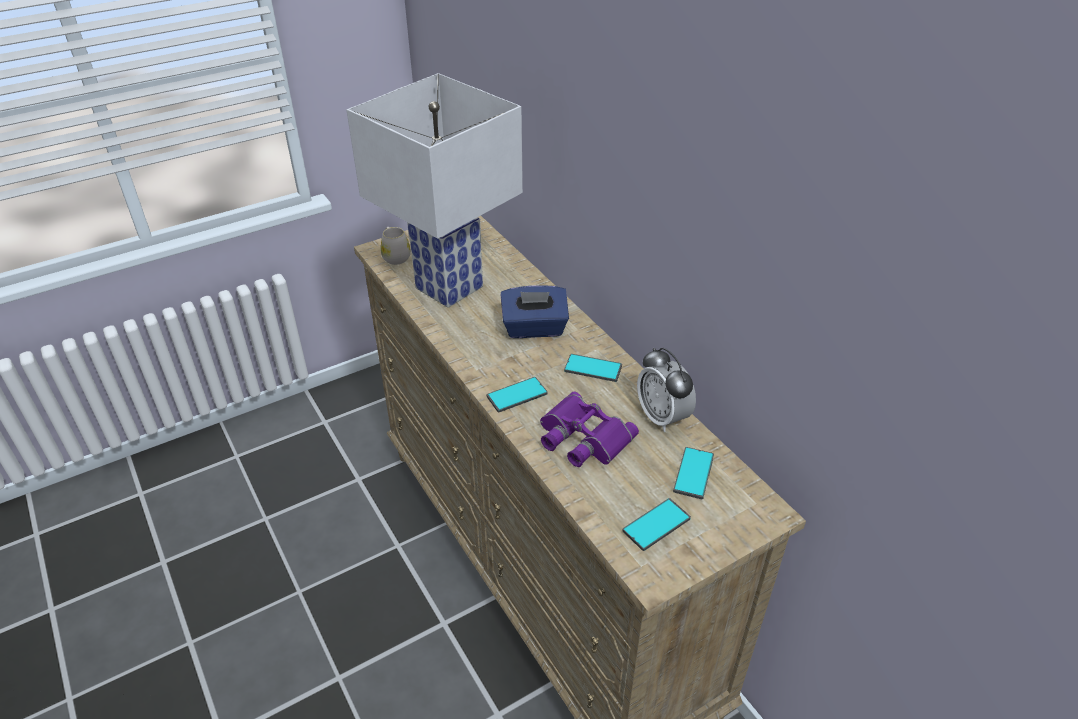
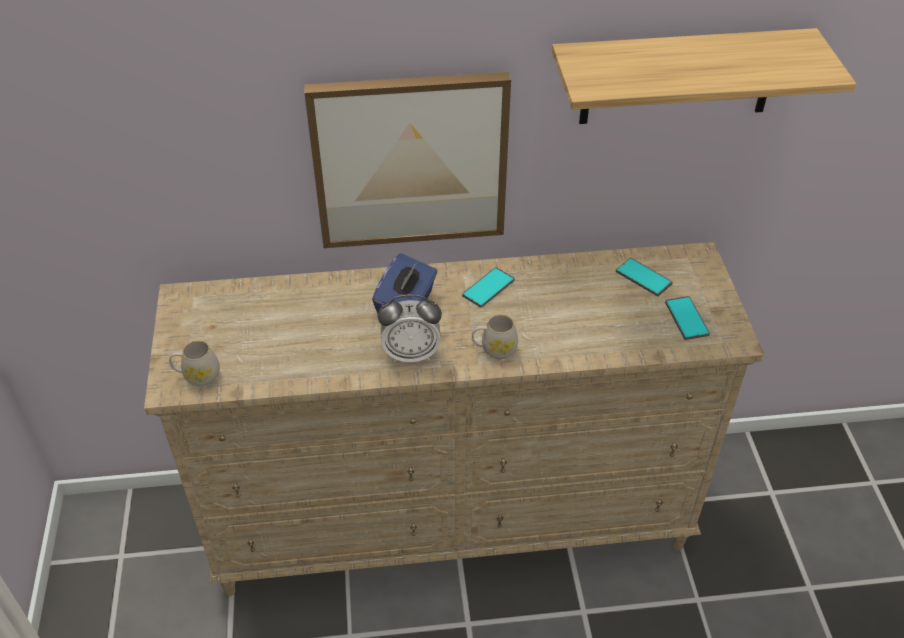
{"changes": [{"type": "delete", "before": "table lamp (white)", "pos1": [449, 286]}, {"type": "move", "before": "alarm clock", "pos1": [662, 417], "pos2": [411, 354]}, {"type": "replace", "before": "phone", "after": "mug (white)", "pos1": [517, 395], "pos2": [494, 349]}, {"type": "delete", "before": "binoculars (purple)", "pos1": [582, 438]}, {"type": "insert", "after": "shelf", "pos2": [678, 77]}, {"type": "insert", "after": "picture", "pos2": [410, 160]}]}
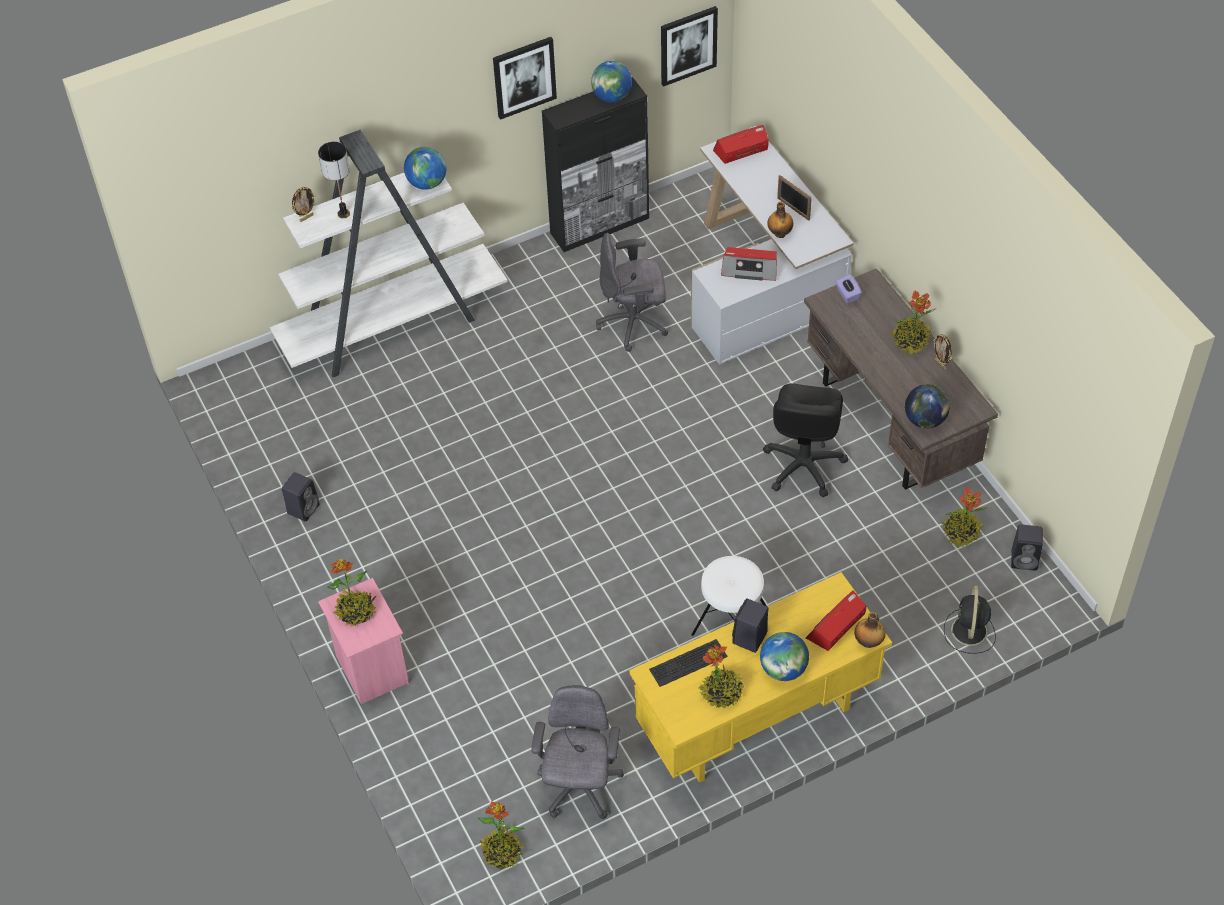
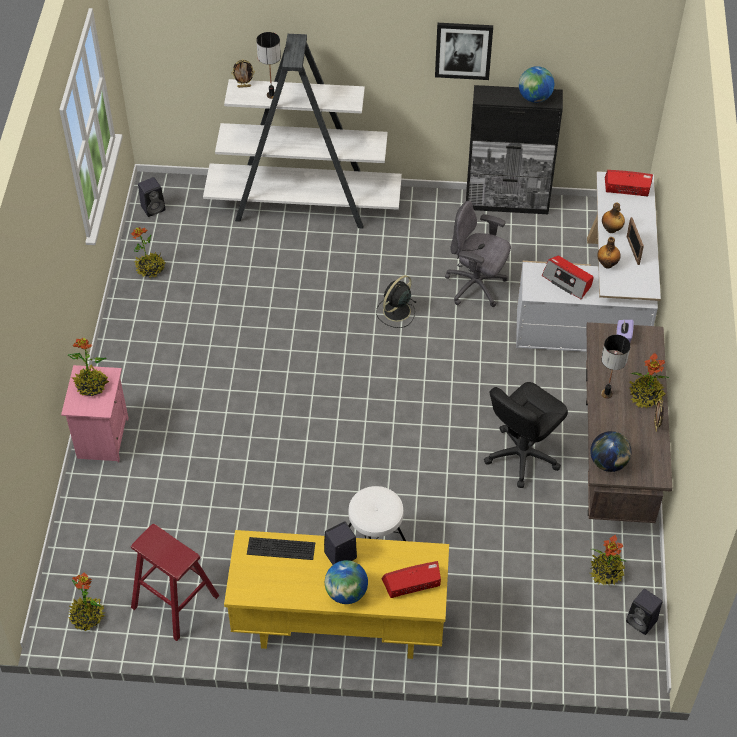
{"changes": [{"type": "delete", "before": "picture", "pos1": [688, 45]}, {"type": "delete", "before": "globe", "pos1": [427, 183]}, {"type": "move", "before": "speaker (black)", "pos1": [303, 508], "pos2": [154, 208]}, {"type": "move", "before": "fan (black)", "pos1": [969, 632], "pos2": [396, 311]}, {"type": "move", "before": "bottle", "pos1": [868, 642], "pos2": [611, 229]}, {"type": "move", "before": "potted plant", "pos1": [721, 692], "pos2": [150, 268]}, {"type": "replace", "before": "office chair (grey)", "after": "stool (red)", "pos1": [579, 787], "pos2": [175, 601]}, {"type": "insert", "after": "table lamp", "pos2": [607, 394]}]}
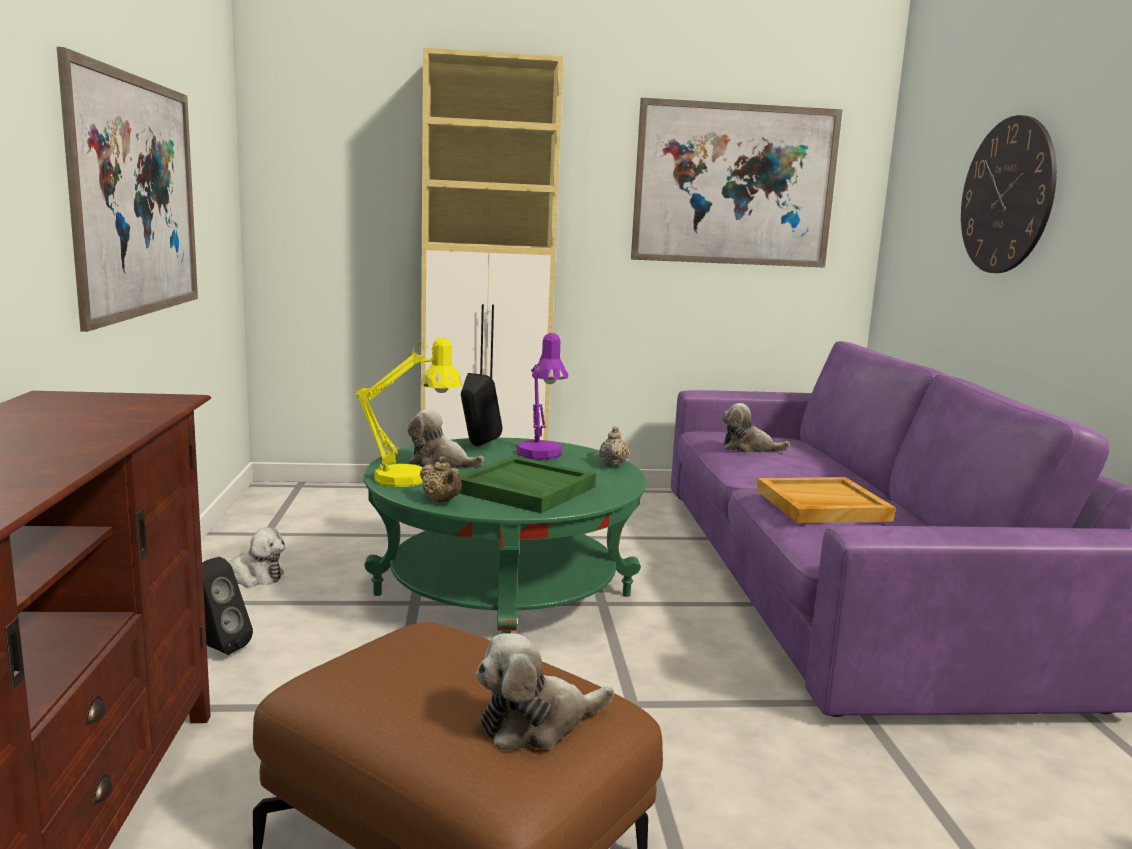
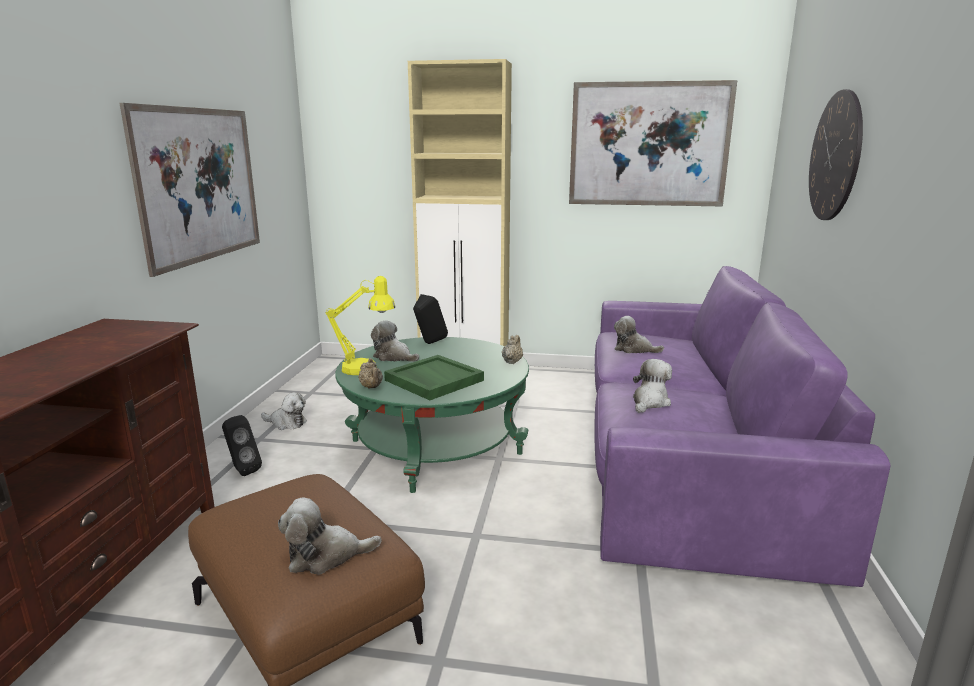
{"changes": [{"type": "delete", "before": "table lamp (purple)", "pos1": [541, 456]}, {"type": "replace", "before": "tray (beige)", "after": "plush toy", "pos1": [821, 505], "pos2": [649, 402]}]}
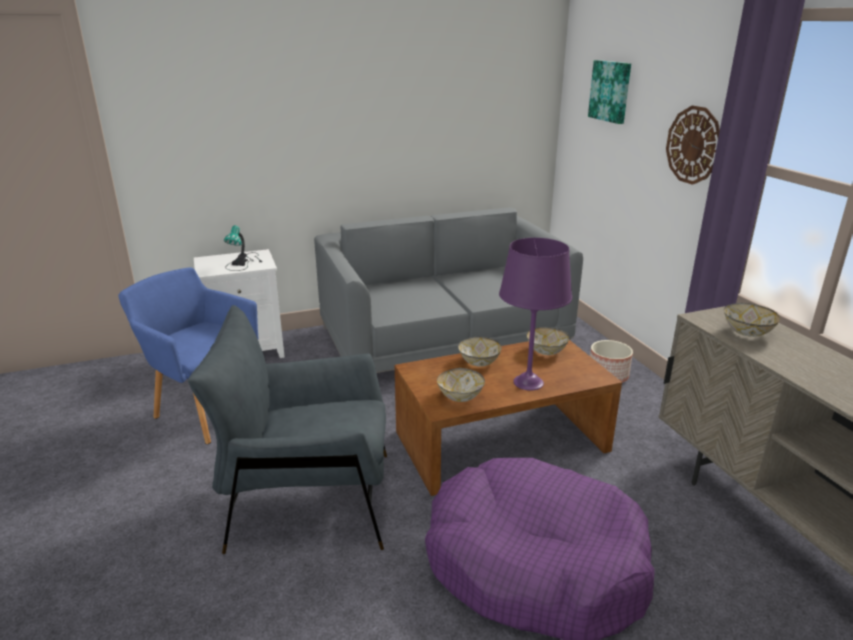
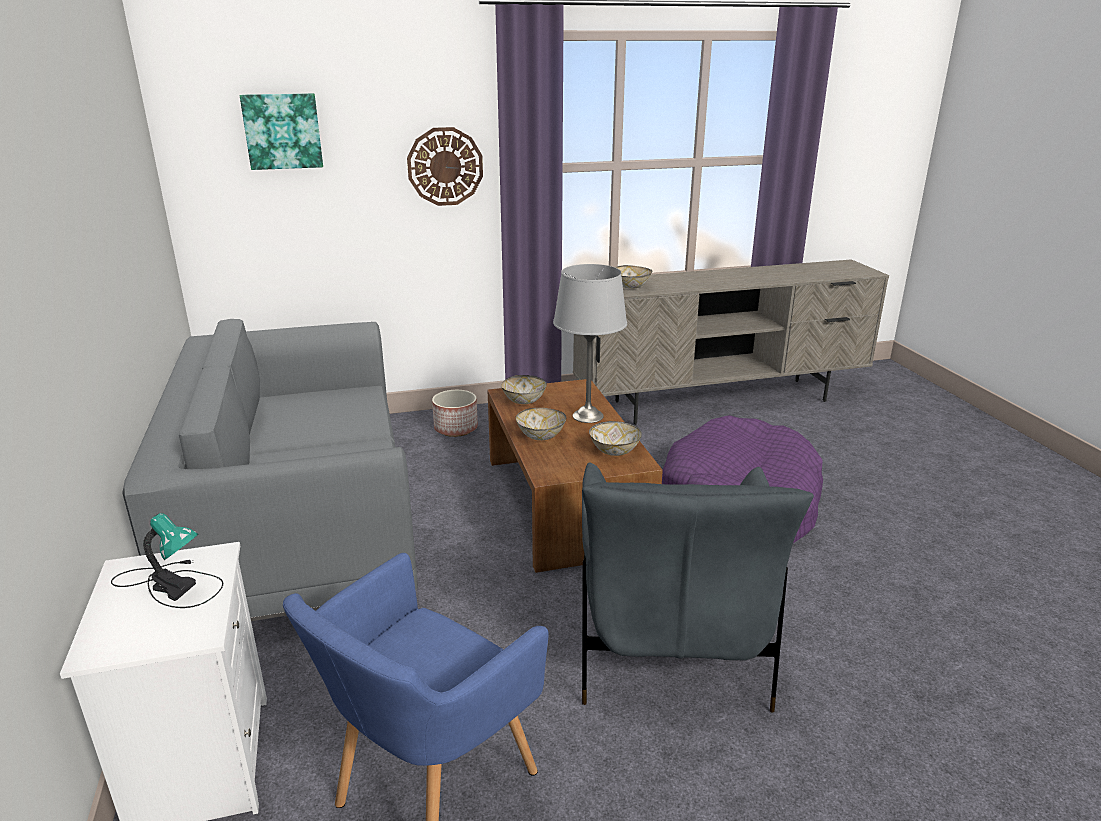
{"changes": [{"type": "recolor", "before": "table lamp (purple)", "after": "table lamp (grey)", "pos1": [528, 382], "pos2": [587, 416]}]}
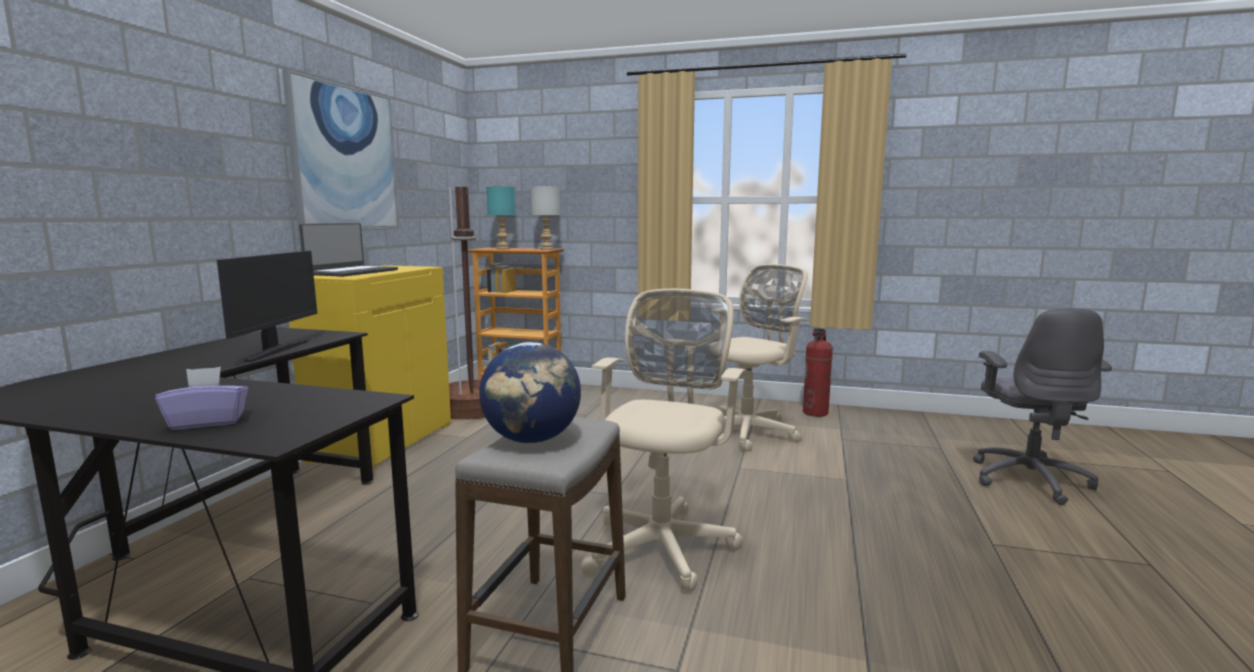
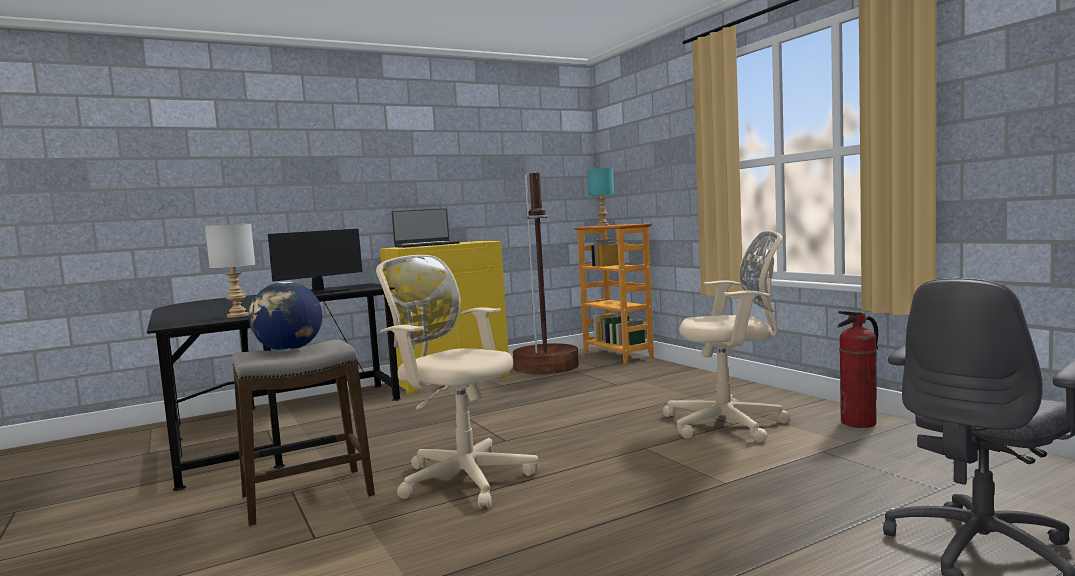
{"changes": [{"type": "delete", "before": "picture", "pos1": [345, 159]}, {"type": "move", "before": "table lamp (grey)", "pos1": [546, 249], "pos2": [237, 316]}, {"type": "rotate", "before": "office chair (beige)", "pos1": [663, 544], "pos2": [461, 478], "turn": -120}, {"type": "delete", "before": "tissue box (purple)", "pos1": [208, 422]}]}
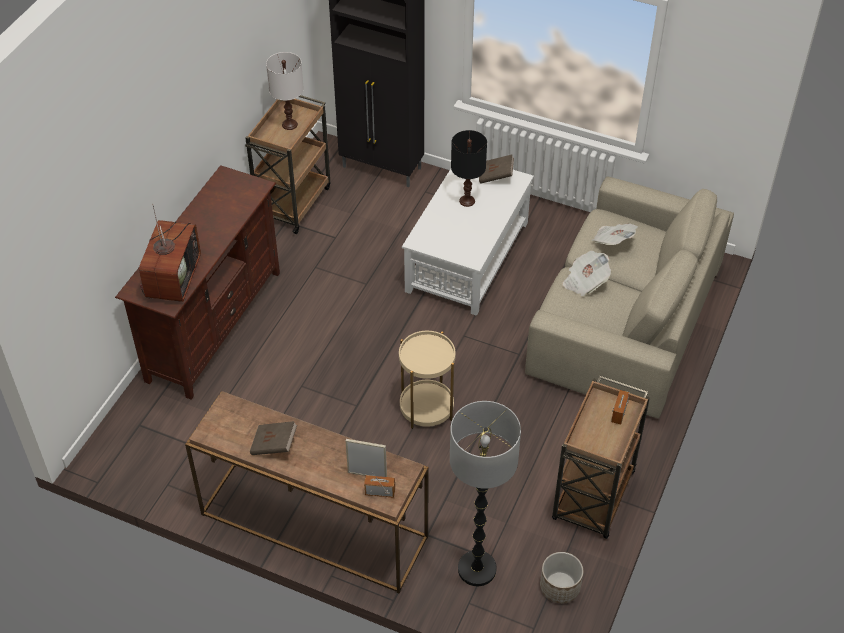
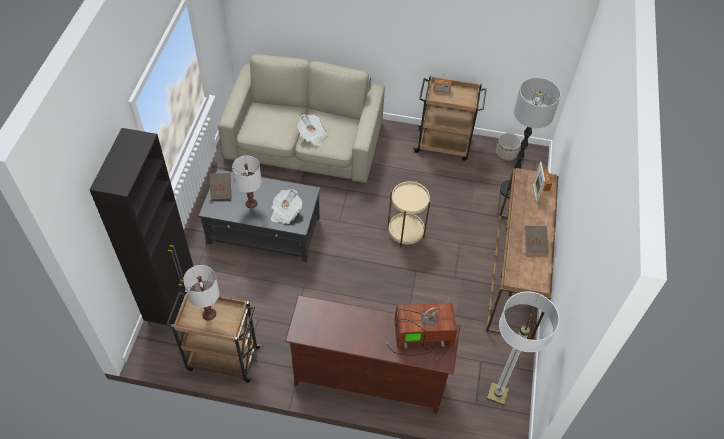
{"changes": [{"type": "recolor", "before": "table lamp (black)", "after": "table lamp (white)", "pos1": [467, 201], "pos2": [251, 203]}, {"type": "recolor", "before": "coffee table (white)", "after": "coffee table (black)", "pos1": [467, 257], "pos2": [264, 230]}, {"type": "move", "before": "newspaper", "pos1": [613, 241], "pos2": [285, 212]}, {"type": "insert", "after": "floor lamp", "pos2": [497, 394]}]}
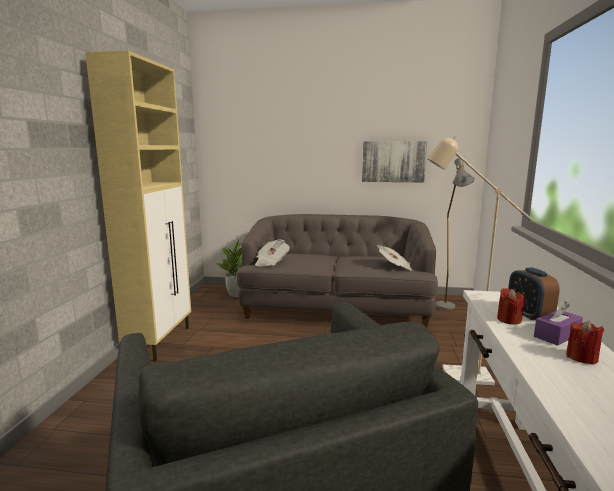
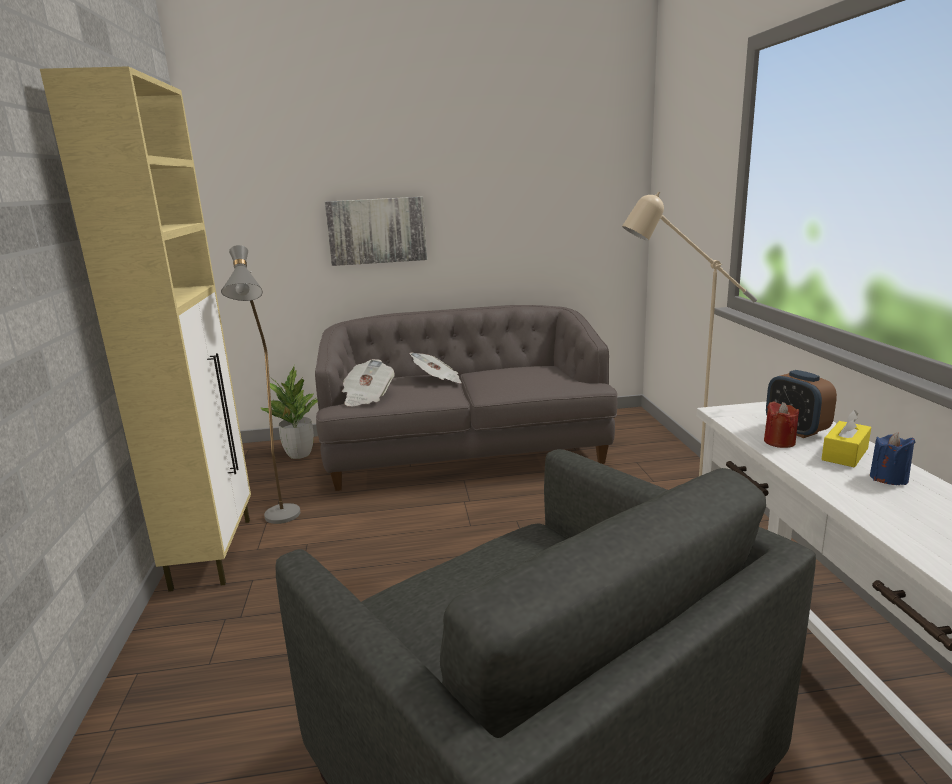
{"changes": [{"type": "move", "before": "picture", "pos1": [393, 161], "pos2": [377, 231]}, {"type": "move", "before": "floor lamp (grey)", "pos1": [447, 309], "pos2": [282, 521]}, {"type": "move", "before": "newspaper", "pos1": [394, 267], "pos2": [438, 381]}, {"type": "recolor", "before": "tissue box (purple)", "after": "tissue box (yellow)", "pos1": [556, 335], "pos2": [844, 454]}, {"type": "recolor", "before": "candle (red)", "after": "candle (blue)", "pos1": [581, 357], "pos2": [888, 478]}]}
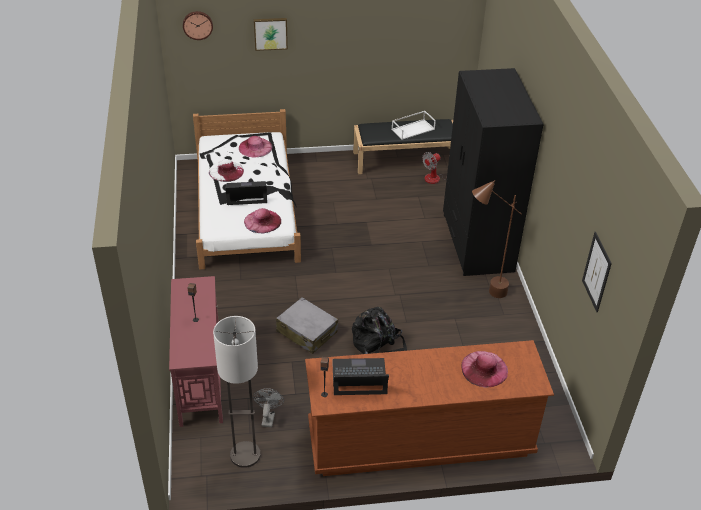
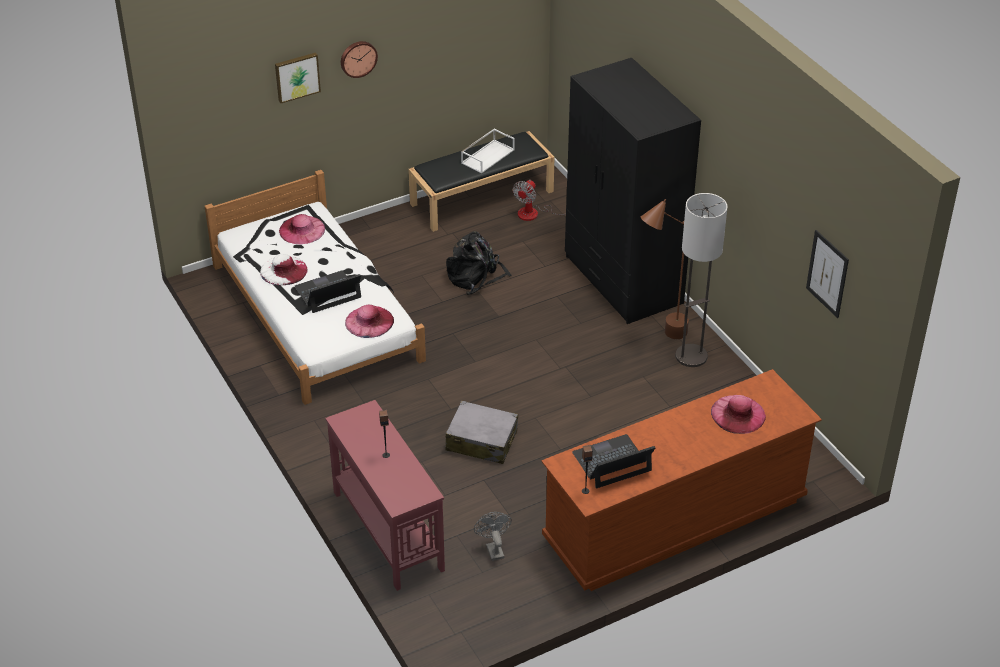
{"changes": [{"type": "move", "before": "wall clock", "pos1": [197, 25], "pos2": [358, 58]}, {"type": "move", "before": "backpack (black)", "pos1": [377, 344], "pos2": [476, 277]}, {"type": "move", "before": "floor lamp", "pos1": [245, 455], "pos2": [691, 356]}]}
